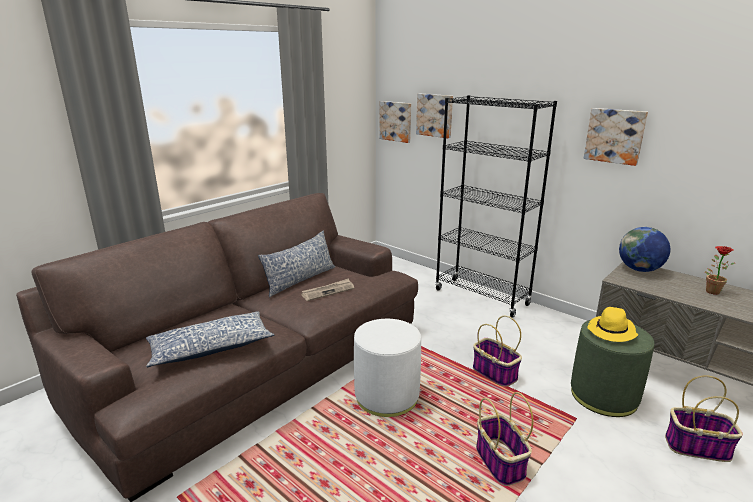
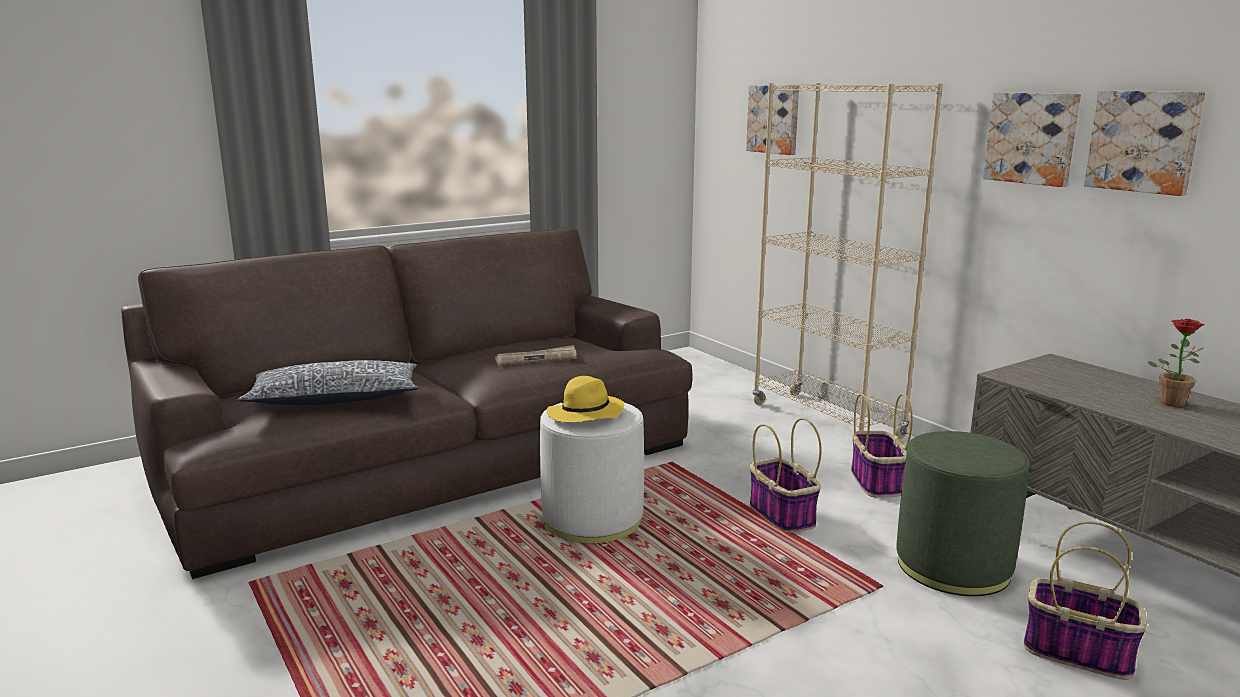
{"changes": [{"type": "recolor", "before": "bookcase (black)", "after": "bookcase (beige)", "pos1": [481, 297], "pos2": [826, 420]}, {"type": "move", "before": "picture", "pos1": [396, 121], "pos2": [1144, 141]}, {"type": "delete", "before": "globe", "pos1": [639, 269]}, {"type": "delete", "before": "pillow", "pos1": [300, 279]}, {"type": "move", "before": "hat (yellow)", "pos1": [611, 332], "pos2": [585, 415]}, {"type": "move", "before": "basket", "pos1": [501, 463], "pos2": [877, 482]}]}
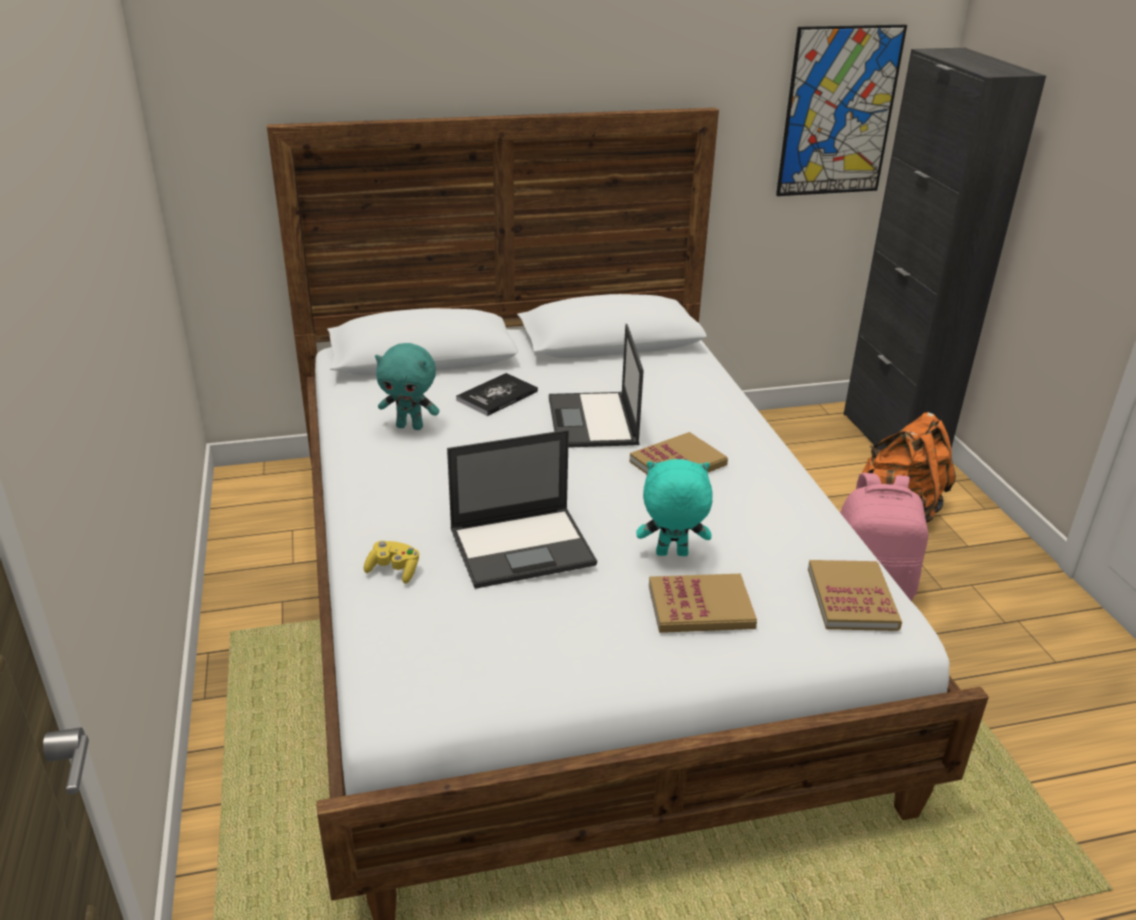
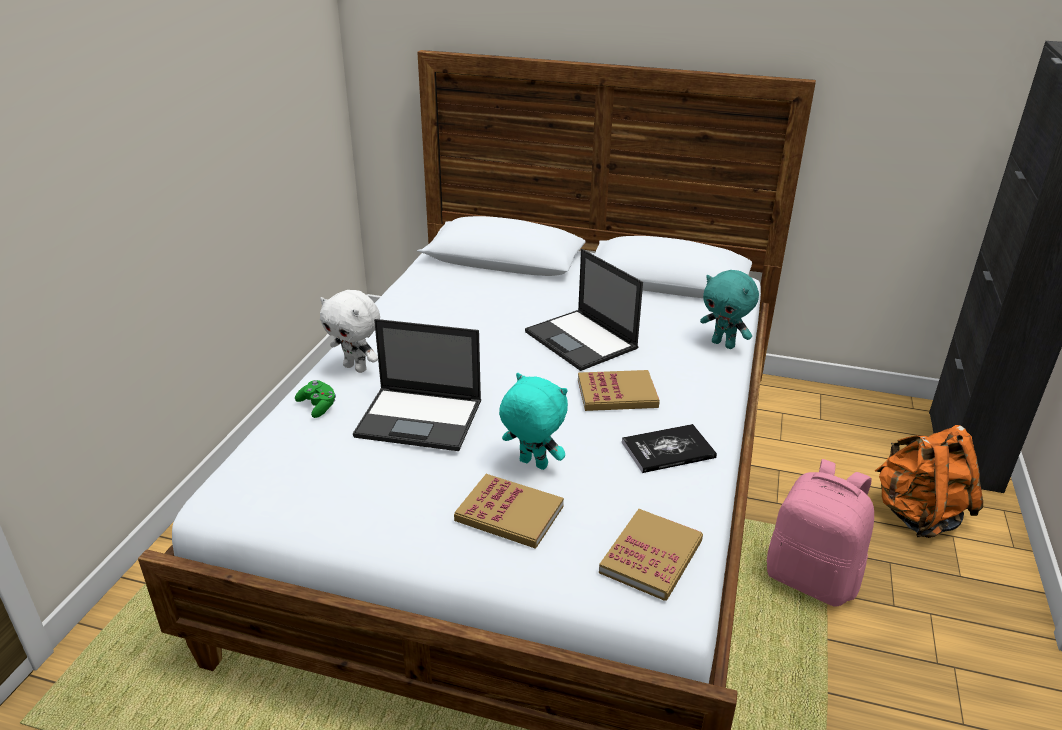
{"changes": [{"type": "delete", "before": "picture", "pos1": [838, 112]}, {"type": "rotate", "before": "laptop", "pos1": [593, 421], "pos2": [582, 340], "turn": -60}, {"type": "move", "before": "plush toy (turquoise)", "pos1": [410, 426], "pos2": [724, 344]}, {"type": "move", "before": "book", "pos1": [497, 396], "pos2": [668, 450]}, {"type": "recolor", "before": "game controller (yellow)", "after": "game controller (green)", "pos1": [394, 570], "pos2": [318, 406]}, {"type": "insert", "after": "plush toy (white)", "pos2": [356, 368]}]}
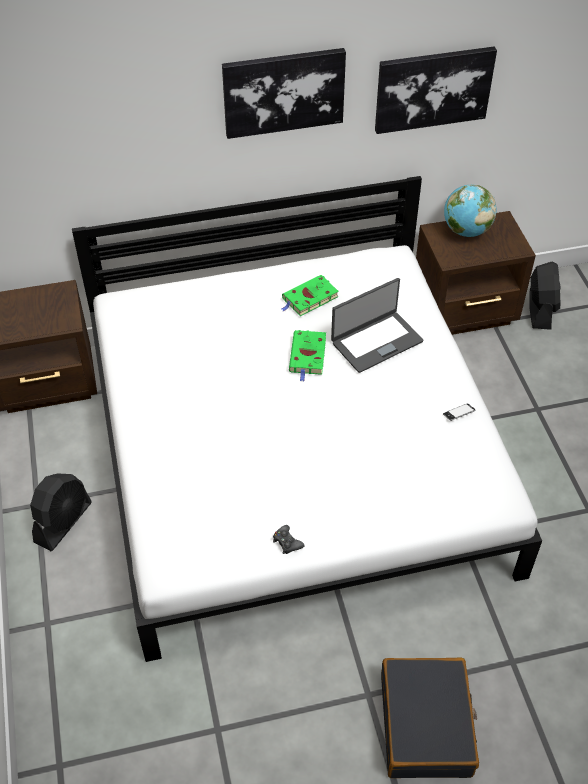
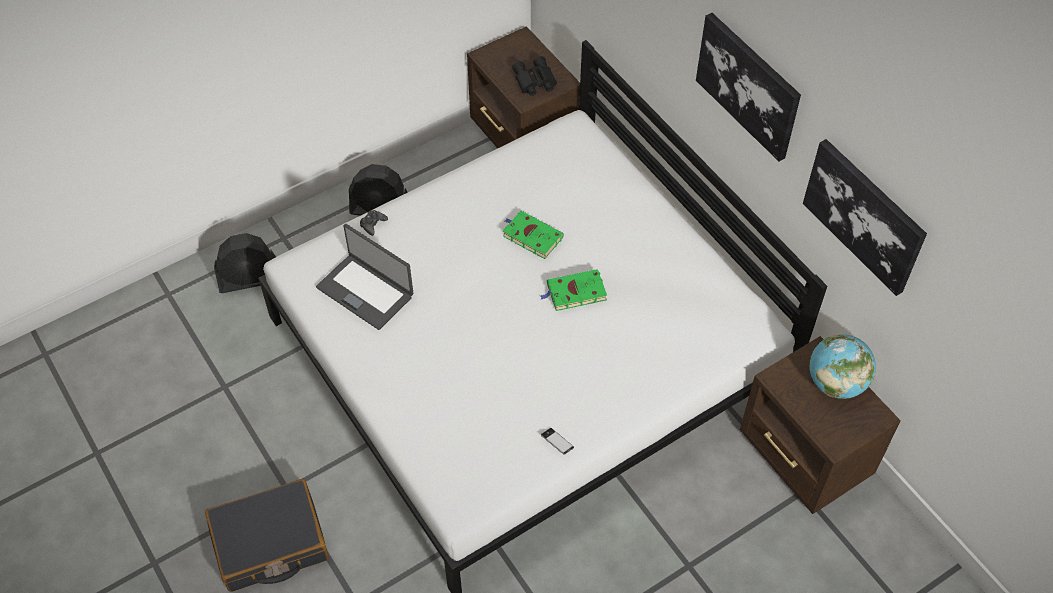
{"changes": [{"type": "move", "before": "fan (black)", "pos1": [540, 309], "pos2": [250, 279]}, {"type": "move", "before": "book (green)", "pos1": [309, 298], "pos2": [531, 236]}, {"type": "move", "before": "laptop", "pos1": [376, 341], "pos2": [366, 291]}, {"type": "move", "before": "game controller (black)", "pos1": [287, 542], "pos2": [373, 224]}, {"type": "insert", "after": "binoculars (black)", "pos2": [534, 82]}]}
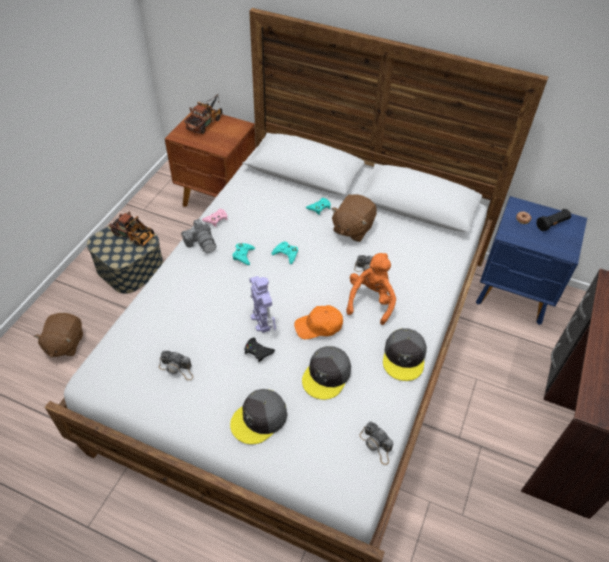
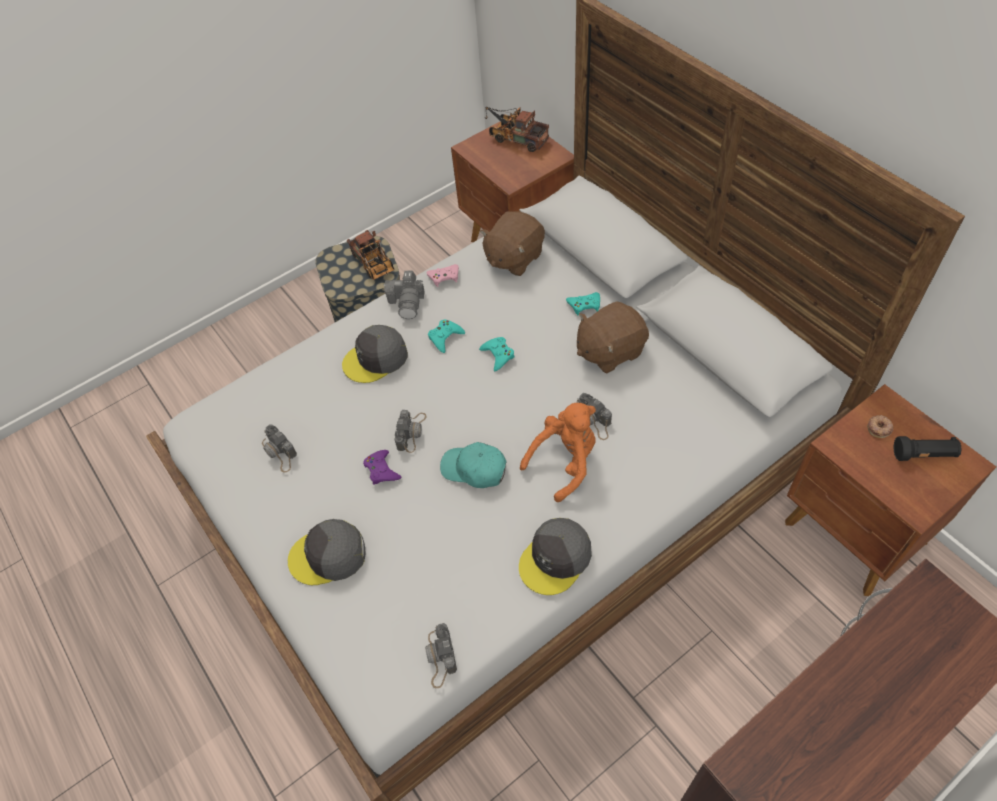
{"changes": [{"type": "rotate", "before": "toy truck", "pos1": [206, 122], "pos2": [515, 138], "turn": -120}, {"type": "recolor", "before": "nightstand (blue)", "after": "nightstand (brown)", "pos1": [514, 295], "pos2": [854, 535]}, {"type": "replace", "before": "toy robot", "after": "photo camera", "pos1": [262, 320], "pos2": [411, 432]}, {"type": "recolor", "before": "cap (orange)", "after": "cap (turquoise)", "pos1": [319, 326], "pos2": [474, 469]}, {"type": "move", "before": "plush toy (brown)", "pos1": [64, 344], "pos2": [513, 258]}, {"type": "recolor", "before": "game controller (black)", "after": "game controller (purple)", "pos1": [258, 351], "pos2": [382, 470]}, {"type": "move", "before": "cap (grey)", "pos1": [327, 375], "pos2": [376, 359]}]}
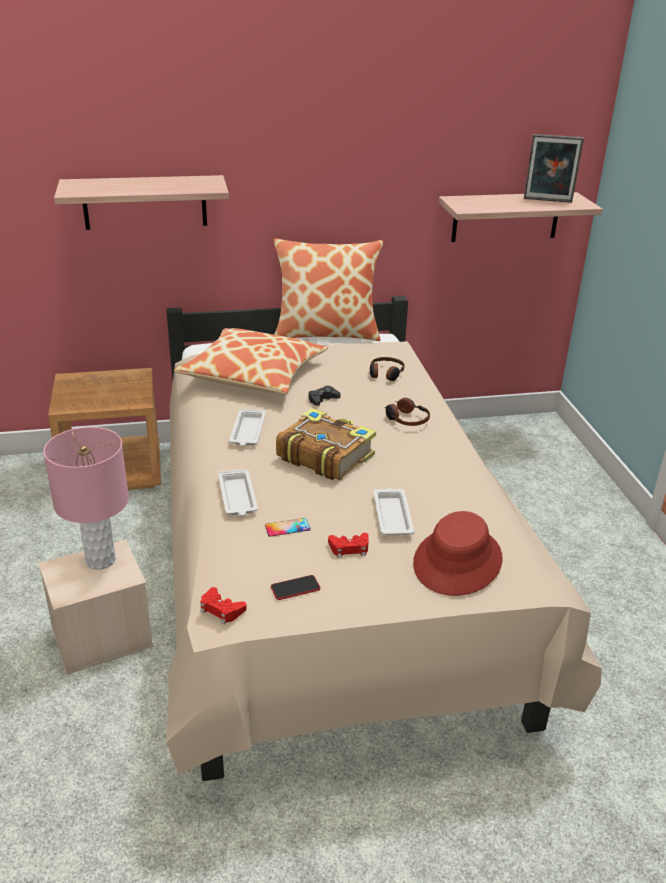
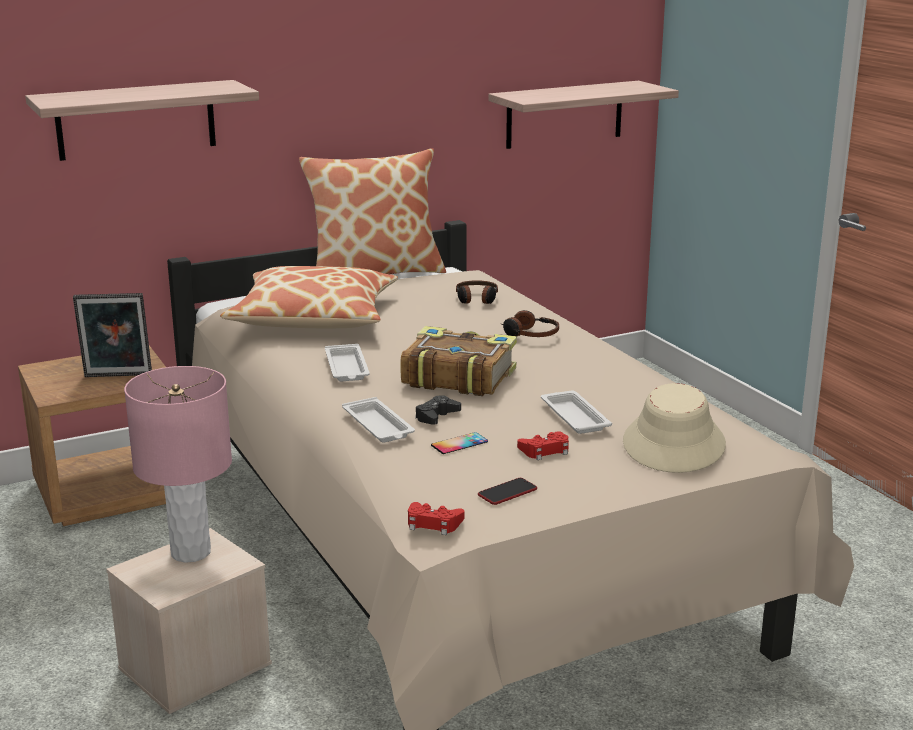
{"changes": [{"type": "move", "before": "picture frame", "pos1": [547, 201], "pos2": [117, 376]}, {"type": "move", "before": "game controller (black)", "pos1": [323, 399], "pos2": [436, 416]}, {"type": "recolor", "before": "hat (red)", "after": "hat (beige)", "pos1": [458, 561], "pos2": [674, 444]}]}
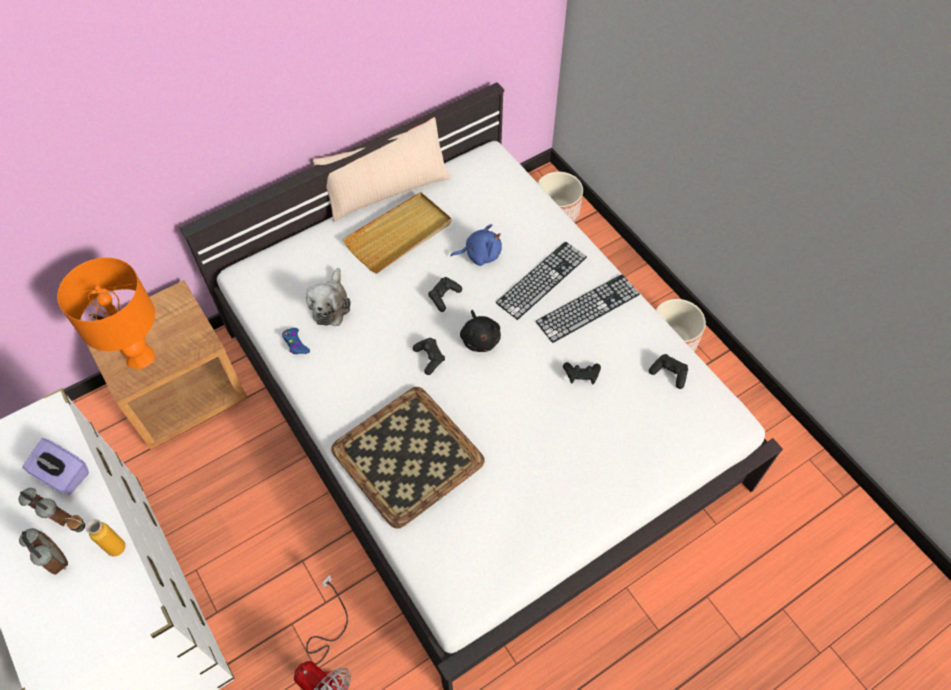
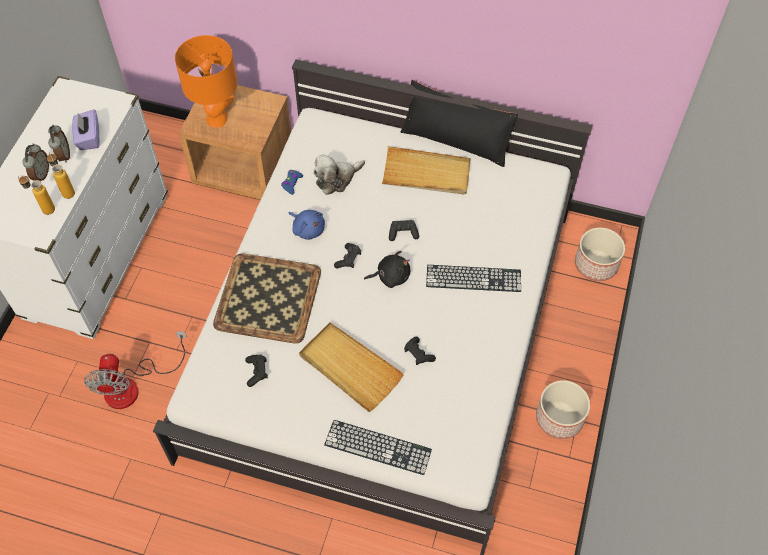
{"changes": [{"type": "recolor", "before": "pillow (beige)", "after": "pillow (black)", "pos1": [386, 189], "pos2": [456, 140]}, {"type": "move", "before": "plush toy (blue)", "pos1": [480, 254], "pos2": [307, 229]}, {"type": "move", "before": "keyboard", "pos1": [588, 308], "pos2": [378, 447]}, {"type": "rotate", "before": "plush toy (black)", "pos1": [480, 338], "pos2": [391, 276], "turn": -135}, {"type": "move", "before": "game controller (black)", "pos1": [669, 373], "pos2": [257, 372]}, {"type": "insert", "after": "bottle", "pos2": [43, 209]}, {"type": "insert", "after": "tray (beige)", "pos2": [349, 368]}]}
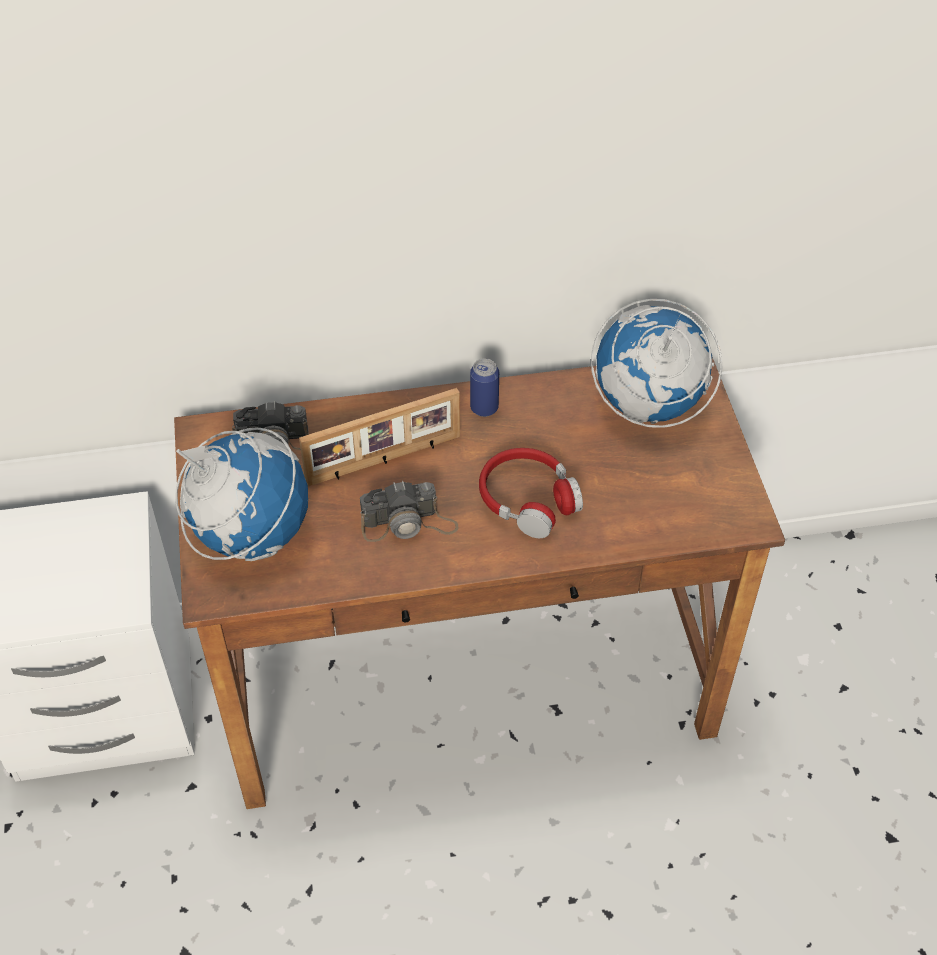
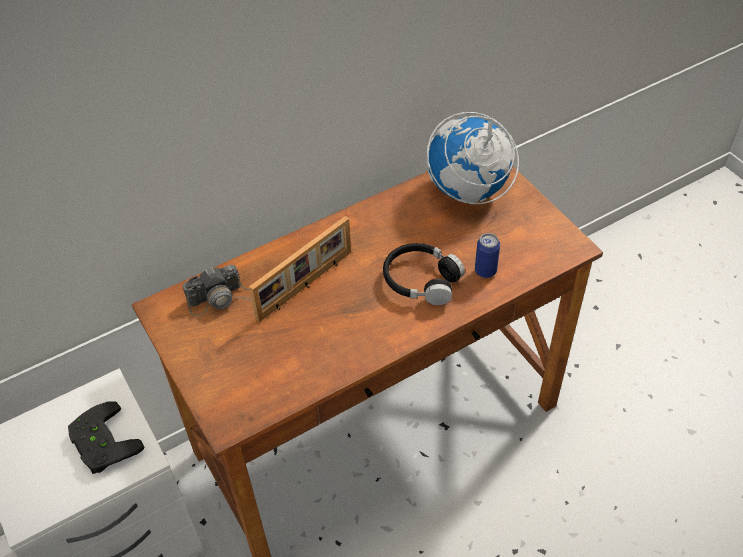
{"changes": [{"type": "move", "before": "can", "pos1": [484, 408], "pos2": [485, 271]}, {"type": "delete", "before": "globe", "pos1": [249, 534]}, {"type": "recolor", "before": "headphones (red)", "after": "headphones (black)", "pos1": [528, 500], "pos2": [421, 280]}, {"type": "delete", "before": "photo camera", "pos1": [408, 523]}, {"type": "insert", "after": "game controller (black)", "pos2": [101, 443]}]}
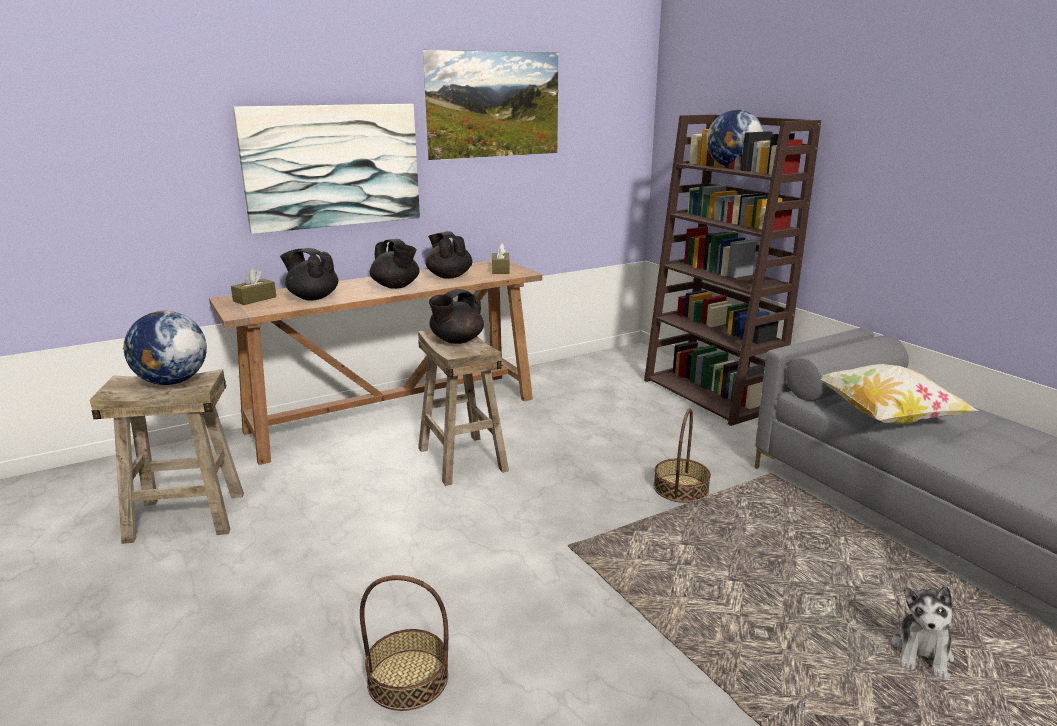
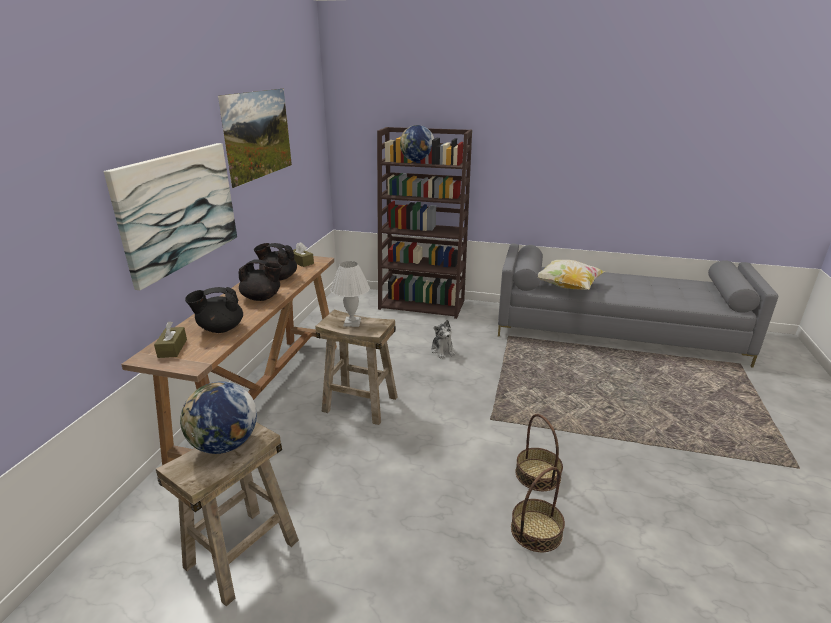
{"changes": [{"type": "replace", "before": "teapot (black)", "after": "table lamp (white)", "pos1": [456, 341], "pos2": [351, 323]}, {"type": "move", "before": "basket", "pos1": [681, 488], "pos2": [538, 474]}, {"type": "move", "before": "plush toy", "pos1": [922, 653], "pos2": [442, 351]}]}
